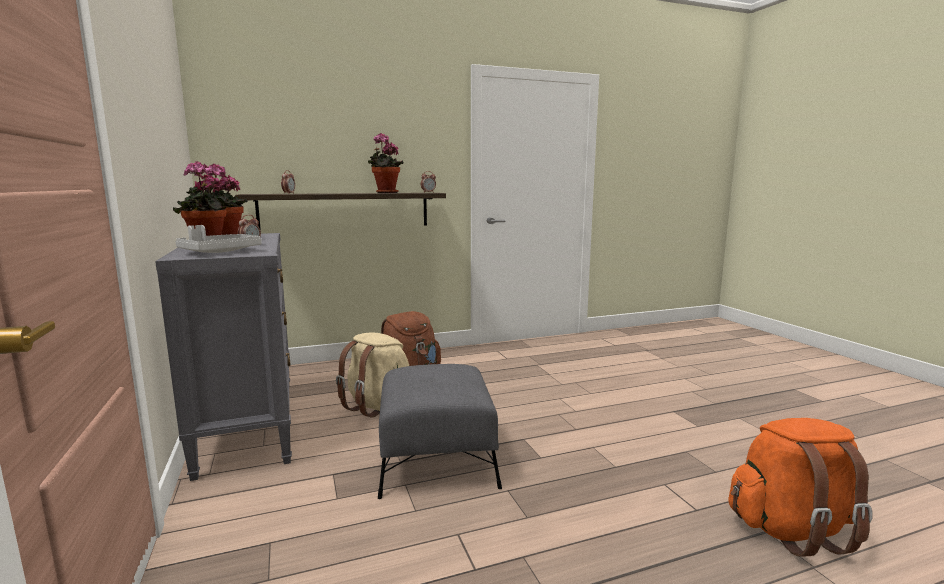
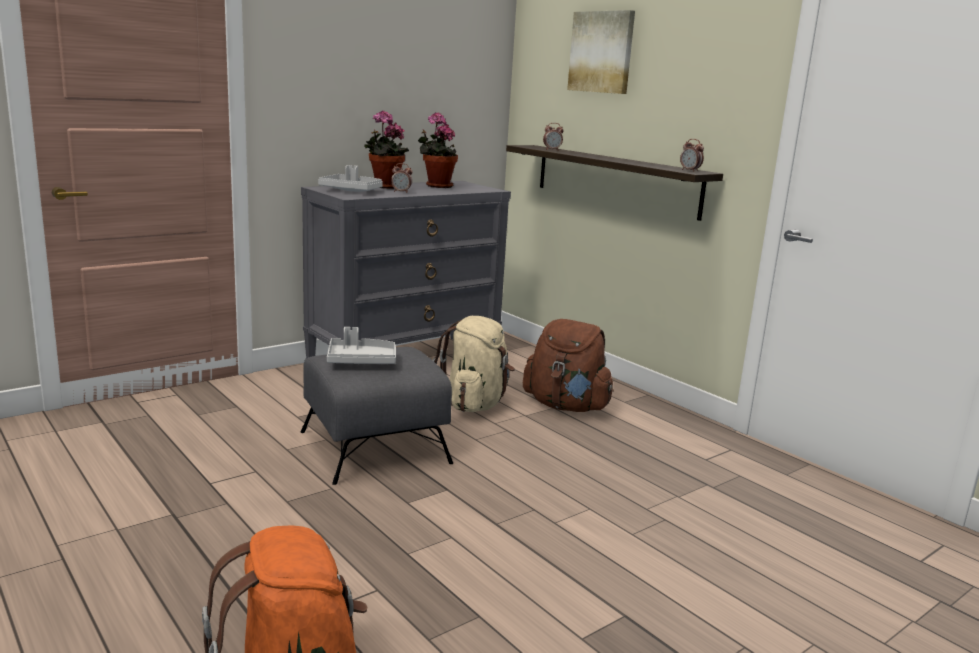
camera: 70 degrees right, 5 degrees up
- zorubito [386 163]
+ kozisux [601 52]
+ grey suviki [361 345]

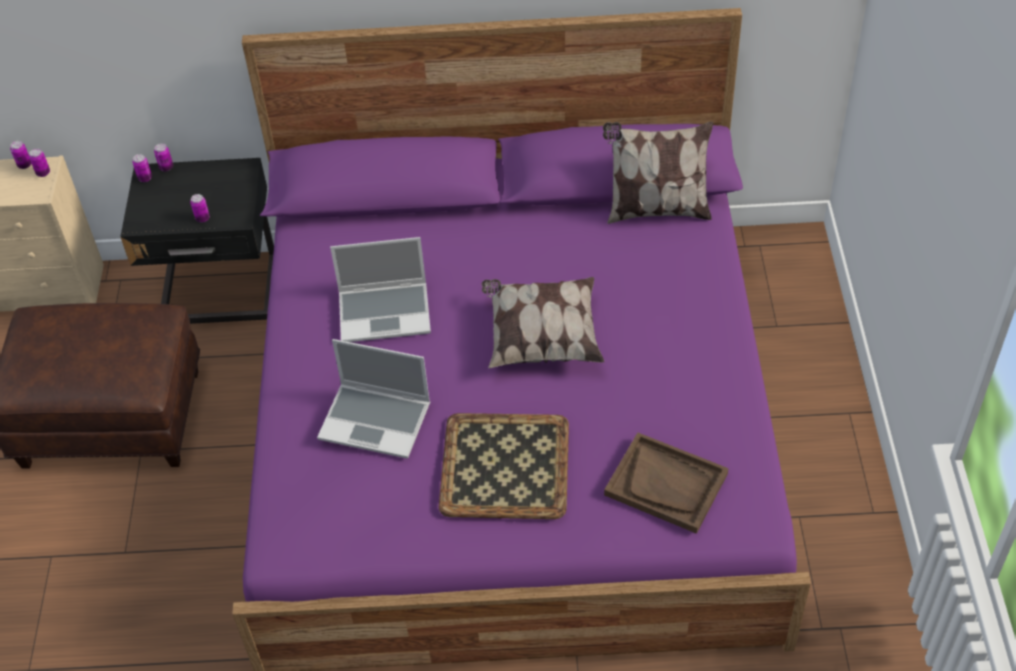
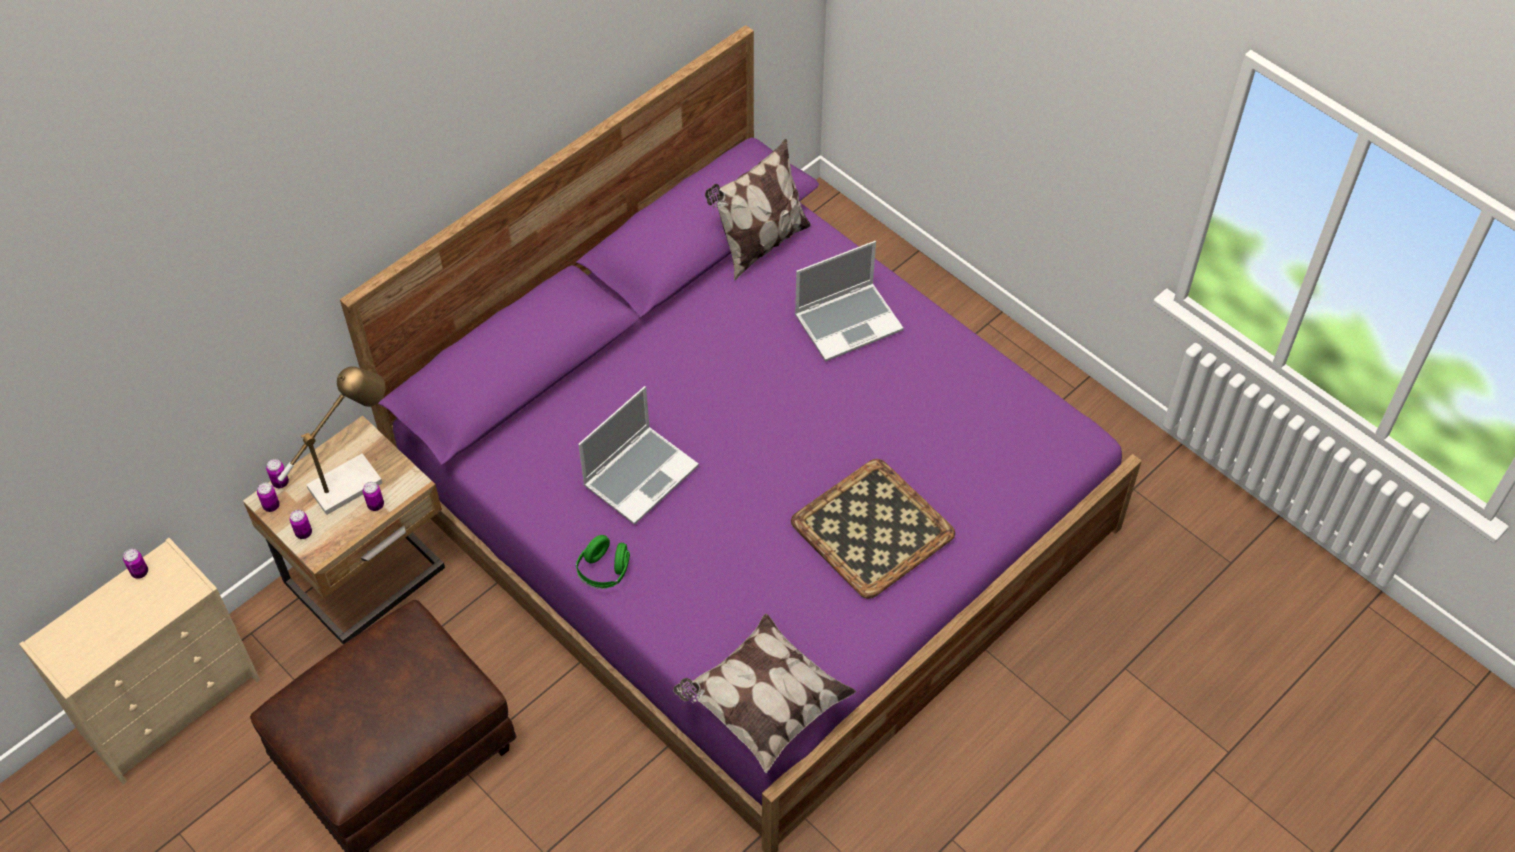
camera: 45 degrees left, 5 degrees up
~ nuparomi [39 163] to [301 524]
~ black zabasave [197 241] to beige zabasave [344 529]
~ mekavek [543 322] to [764 693]
~ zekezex [373 399] to [849 301]
- brown suviki [666 483]
+ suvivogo [332 440]
+ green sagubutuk [603 562]

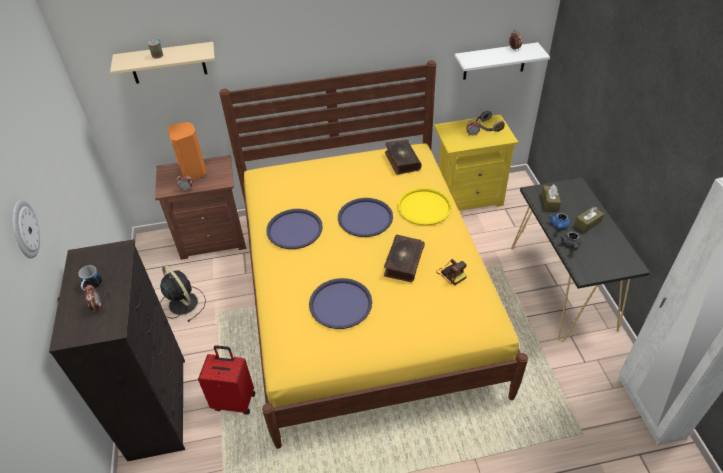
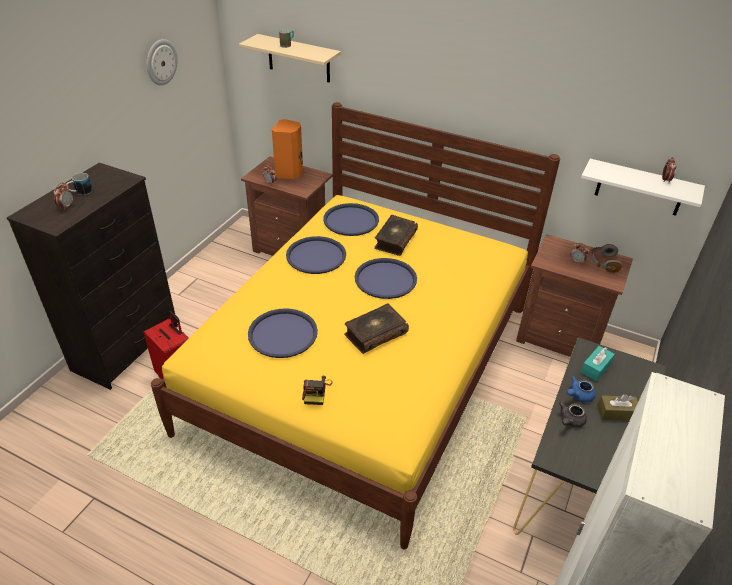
camera: 35 degrees right, 5 degrees down
~ yellow zabasave [476 162] to brown zabasave [574 295]
~ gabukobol [403 157] to [396 235]
~ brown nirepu [551 197] to turquoise nirepu [598 363]
- yellow suviki [424 206]
~ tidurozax [26 229] to [162 62]
~ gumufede [451 272] to [317 390]
- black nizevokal [183 293]
+ blue suviki [351 219]

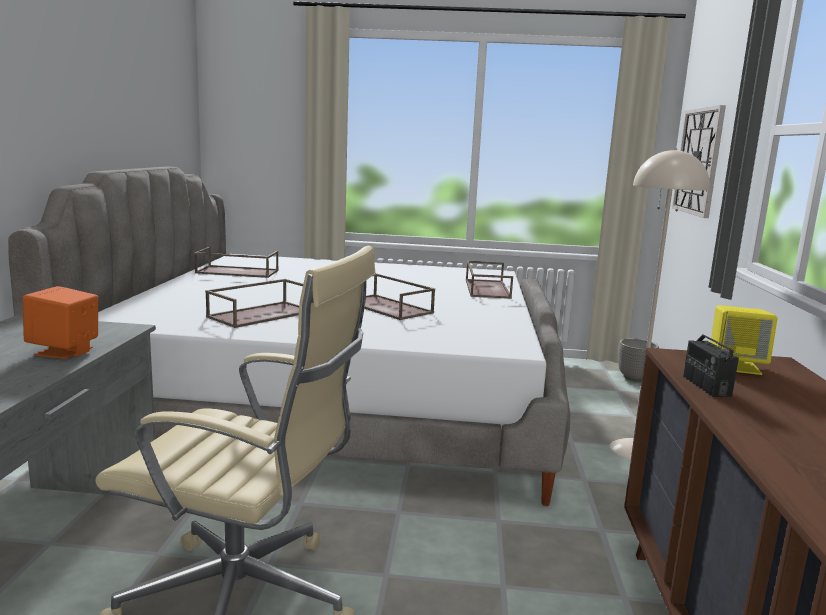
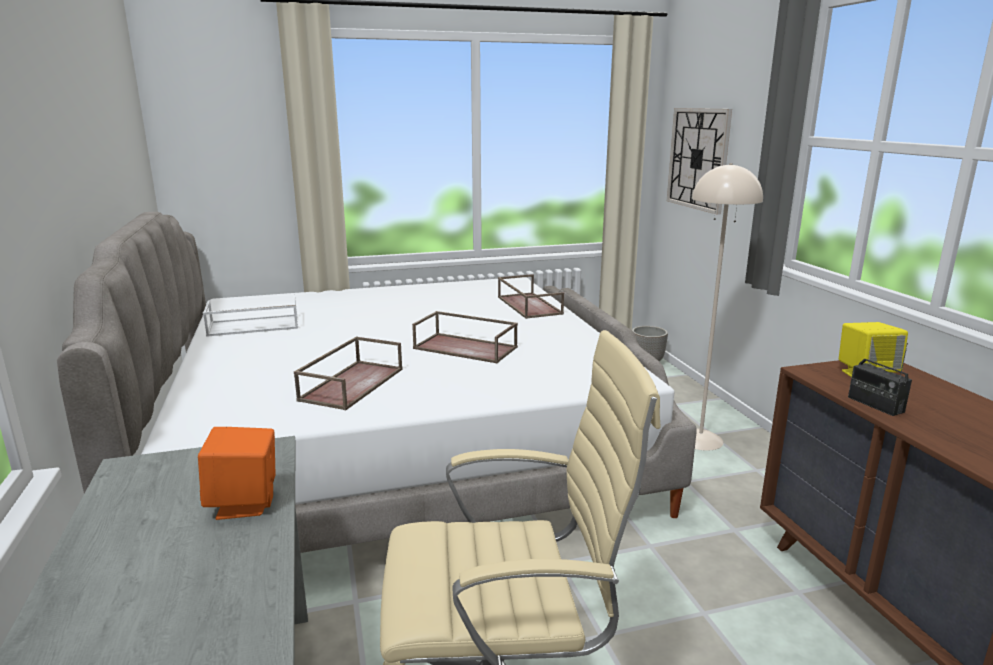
camera: 20 degrees left, 5 degrees up
~ brown suviki [236 262] to white suviki [250 315]

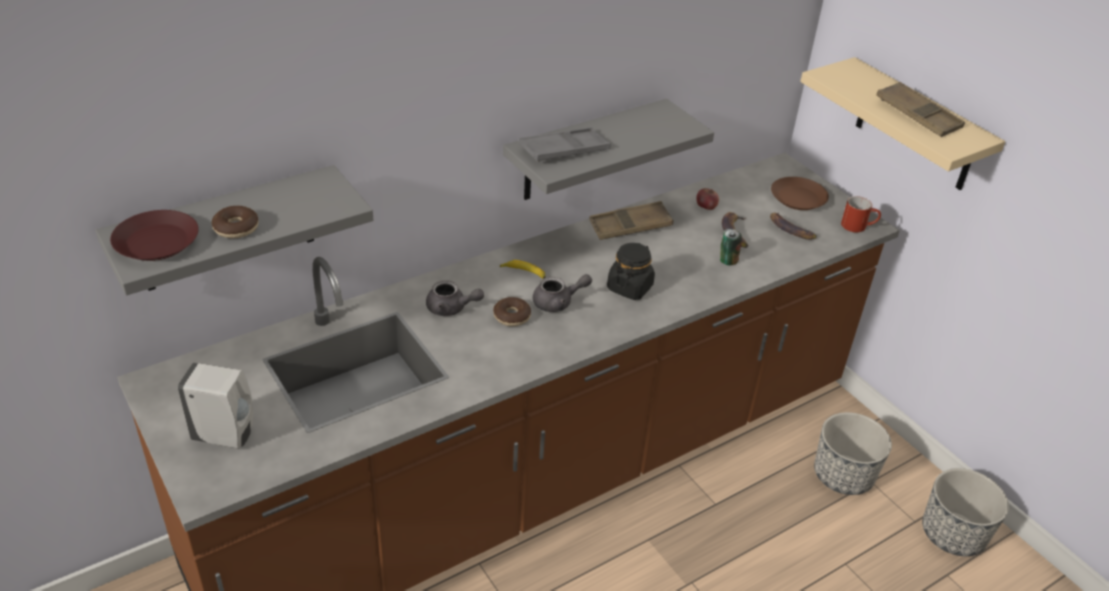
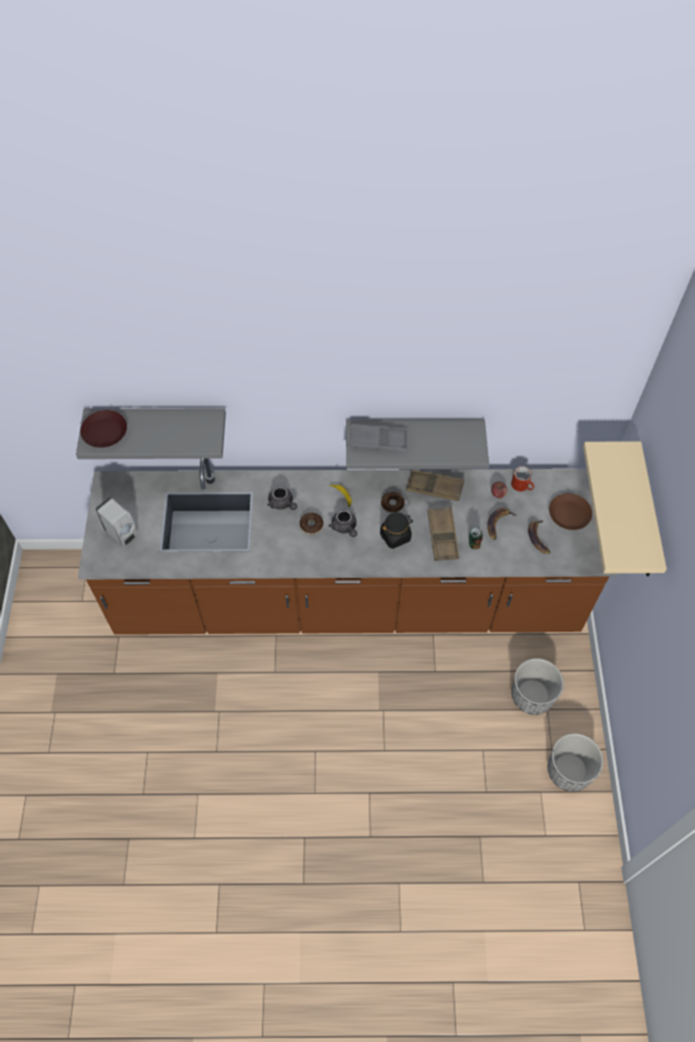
camera: 35 degrees right, 20 degrees up
~ brown suviki [920 109] to [443 534]
~ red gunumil [861 214] to [522 478]
~ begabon [235 222] to [393 502]
~ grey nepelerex [562 293] = [343 523] 45 degrees clockwise

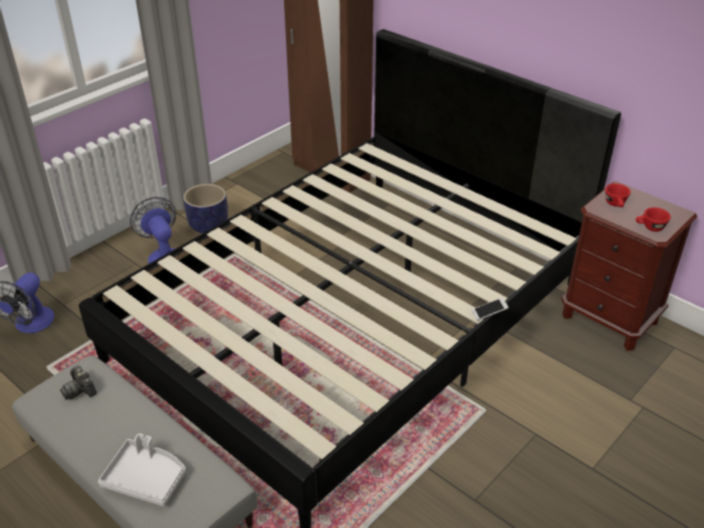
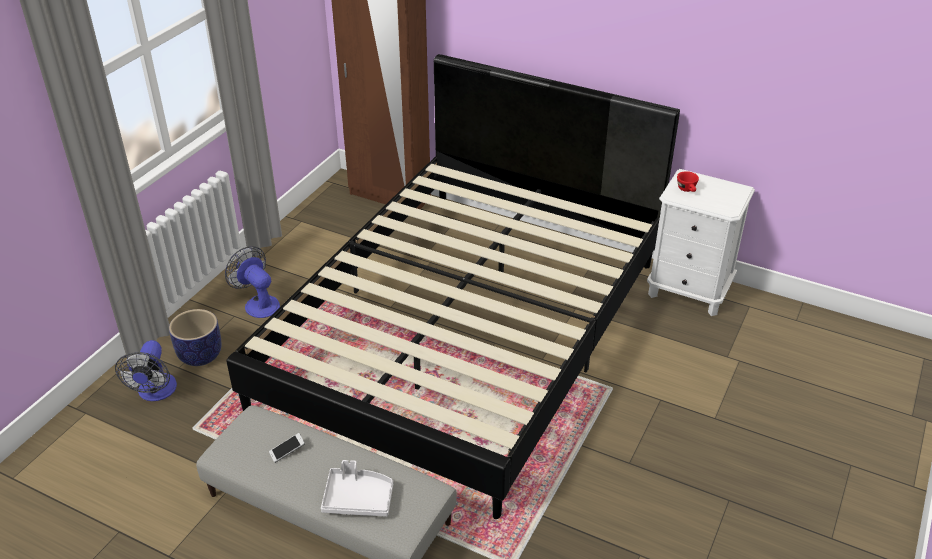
camera: 15 degrees left, 0 degrees up
~ brown zabasave [629 266] to white zabasave [701 242]
~ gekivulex [205 209] to [195 337]
- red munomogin [653 219]
~ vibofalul [490 309] to [287 448]
- gumufede [78 382]

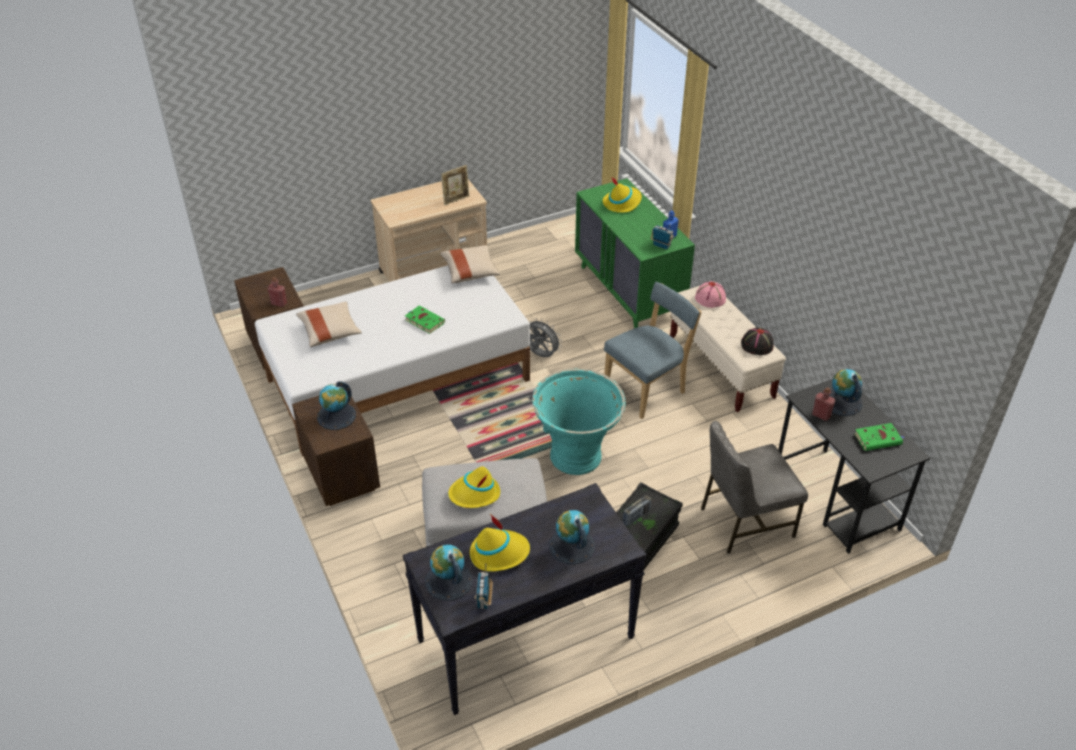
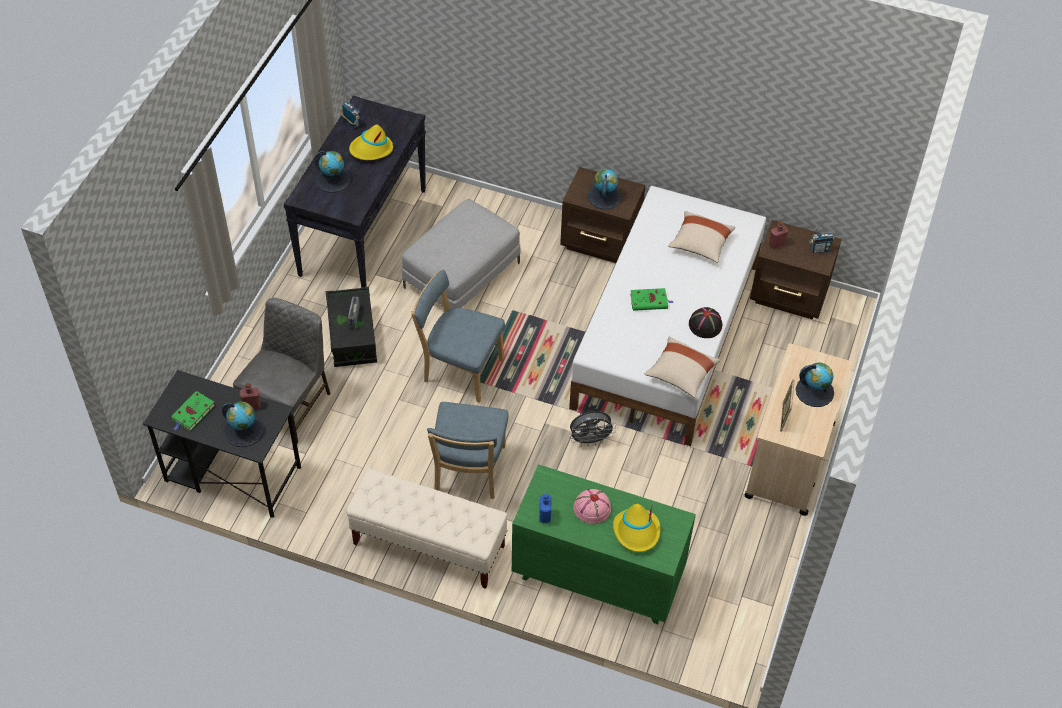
camera: 135 degrees right, 10 degrees up
~ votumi [662 236] to [821 241]
~ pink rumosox [710 294] to [592 506]
~ black rumosox [757 341] to [705 322]
~ turquoise gekivulex [579 421] to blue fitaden [458 336]
- yellow rumosox [474 487]
~ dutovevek [448 573] to [815 385]

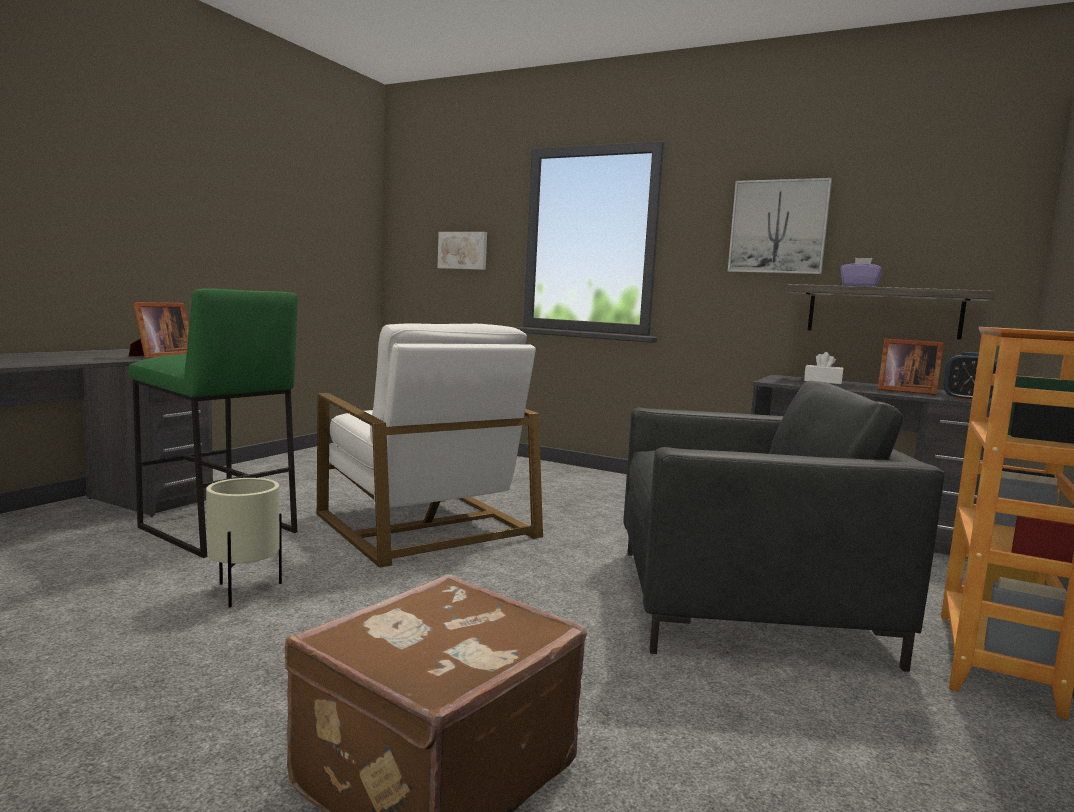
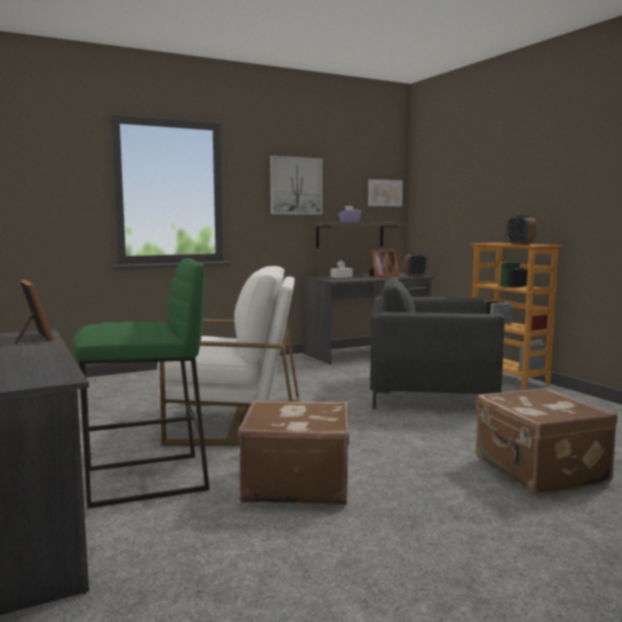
camera: 55 degrees left, 0 degrees up
~ kozisux [462 251] to [385 193]
~ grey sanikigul [784 526] = [437 343] 120 degrees counterclockwise
~ beige gekivulex [244 542] to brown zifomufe [293 452]
+ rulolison [521 230]

